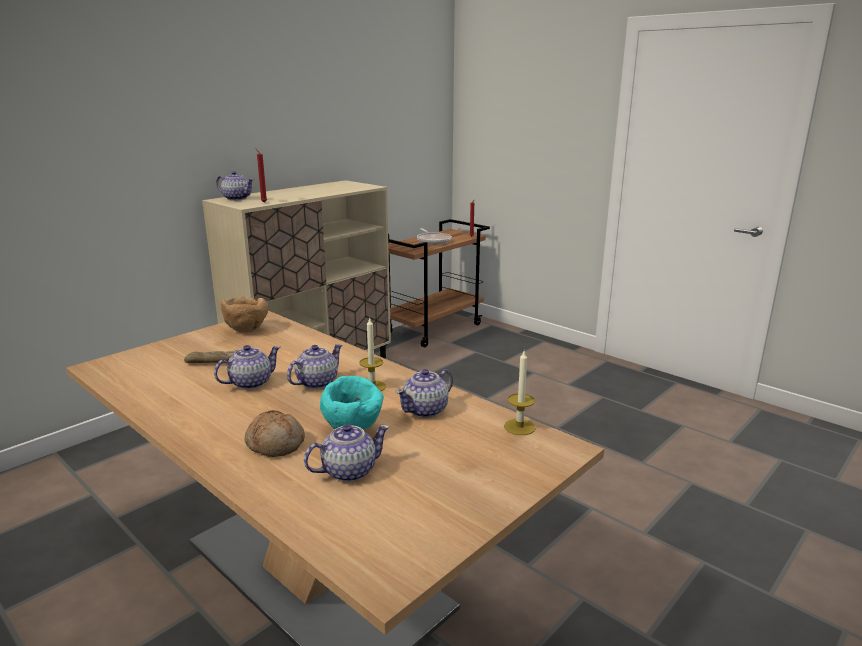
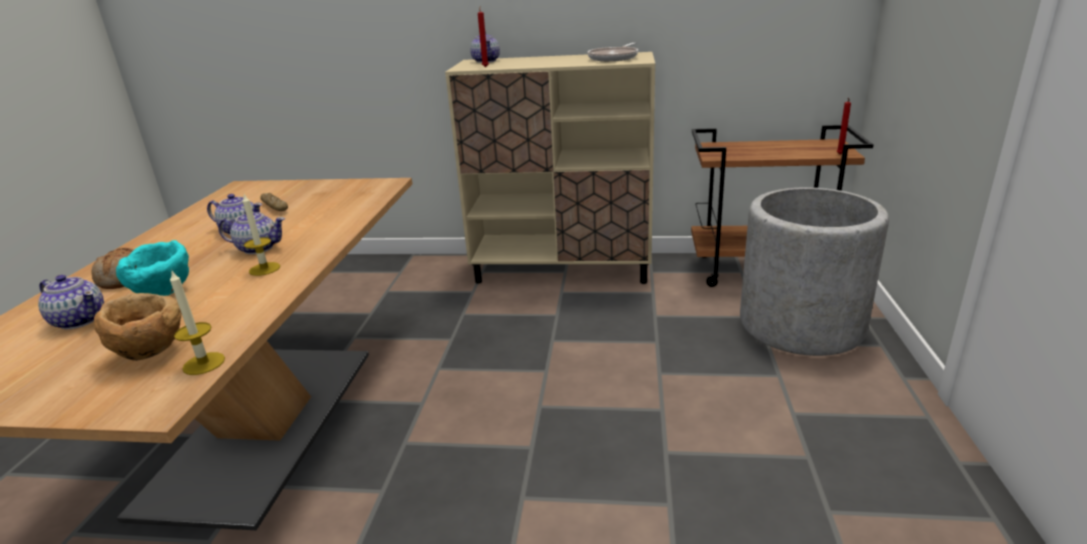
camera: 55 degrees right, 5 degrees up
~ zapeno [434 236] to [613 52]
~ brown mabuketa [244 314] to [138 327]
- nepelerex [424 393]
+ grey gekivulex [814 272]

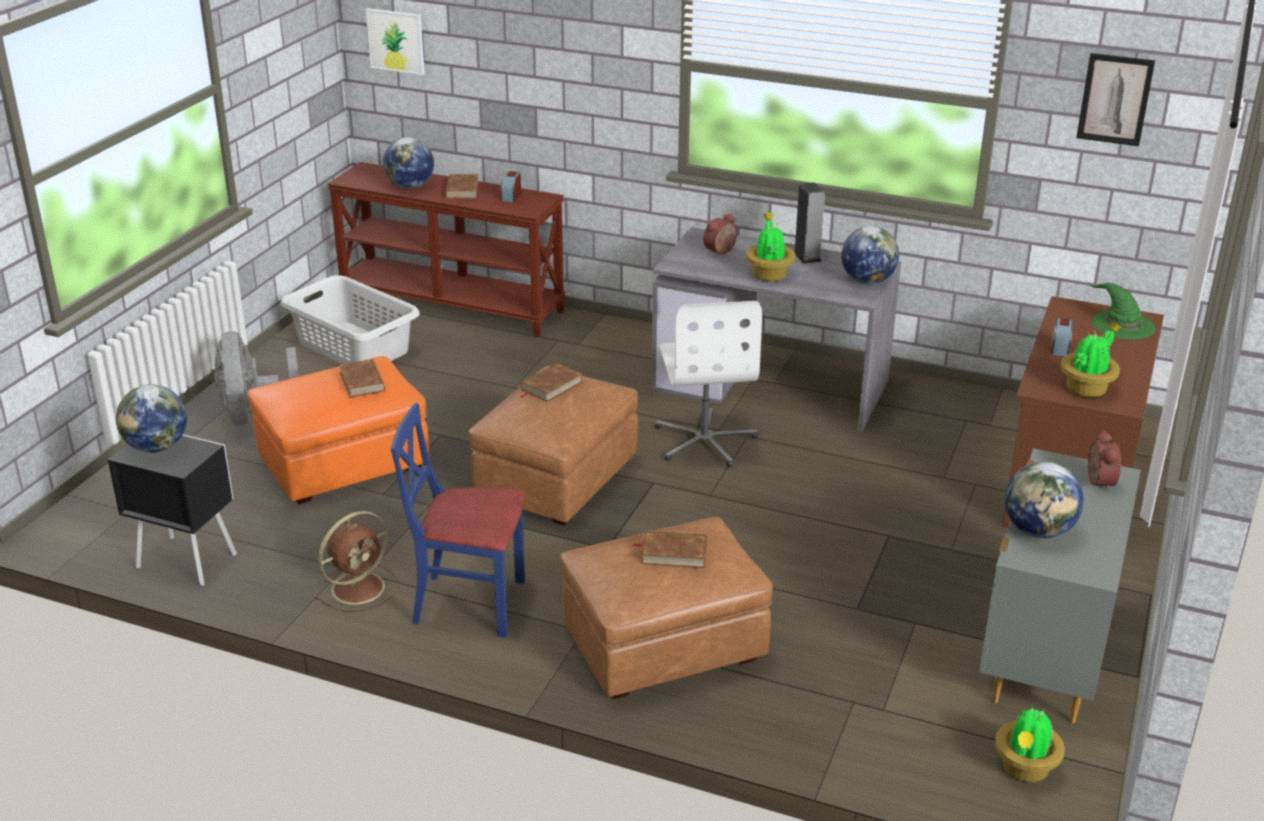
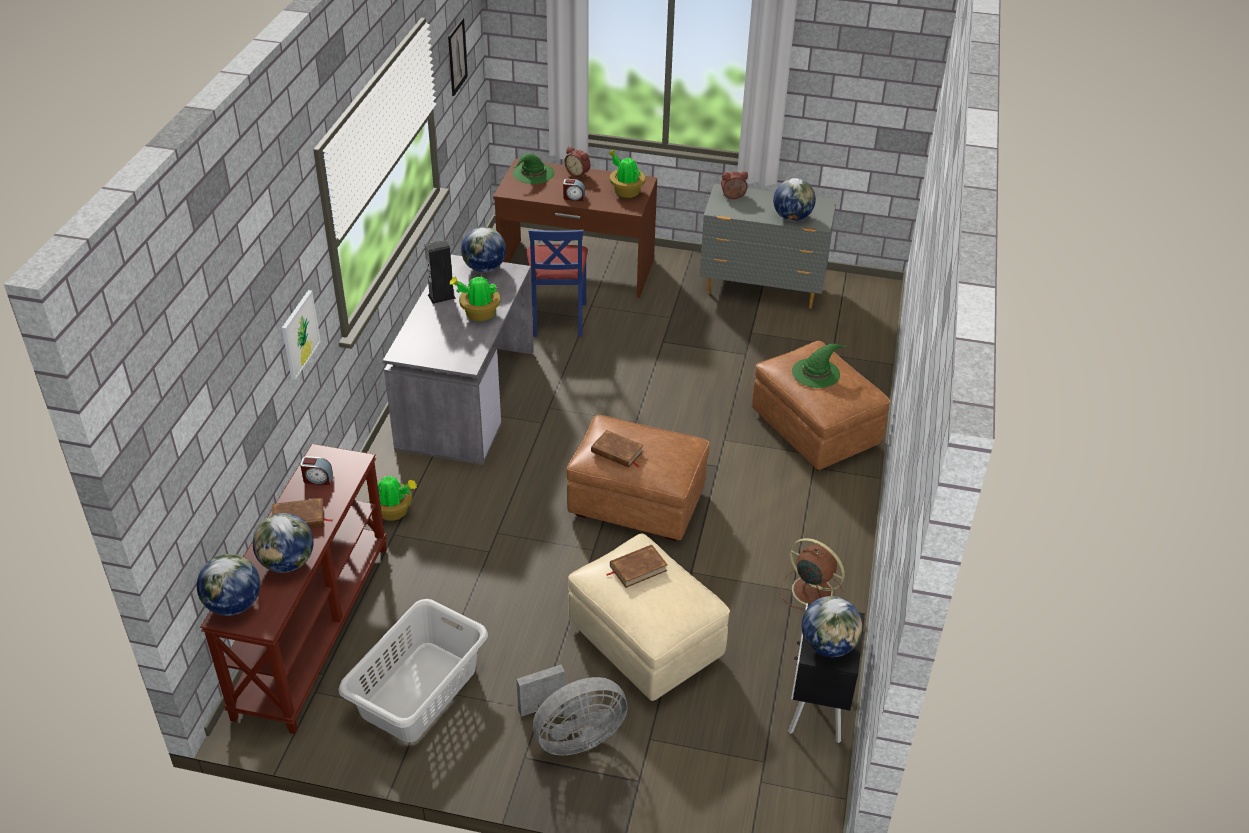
camera: 100 degrees left, 10 degrees up
~ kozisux [395 41] to [301 335]
~ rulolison [720 234] to [577 162]
- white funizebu [708 384]
~ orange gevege [339 430] to beige gevege [649 617]
~ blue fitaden [458 520] to [557 283]
~ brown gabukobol [670 549] to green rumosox [819 366]
~ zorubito [1030 745] to [393 498]
+ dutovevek [228 585]

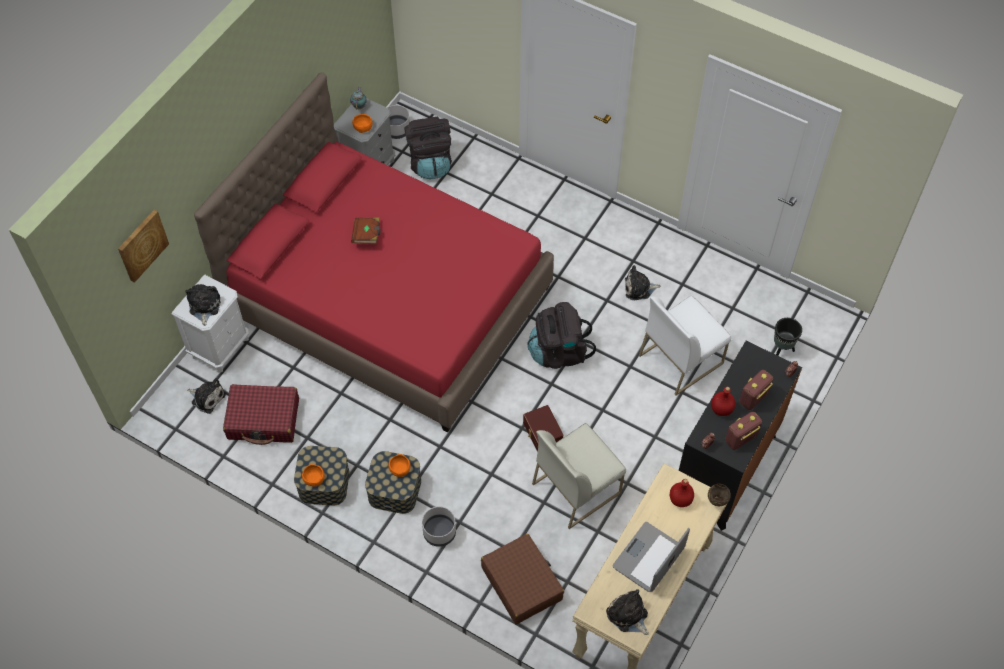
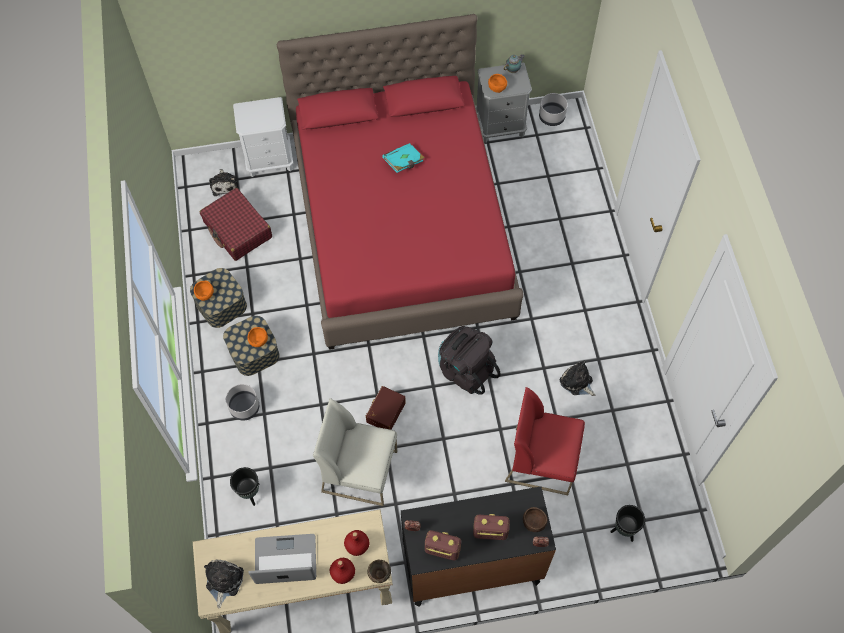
camera: 50 degrees right, 5 degrees up
- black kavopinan [428 148]
- kozisux [143 246]
~ brown gabukobol [366 230] to turquoise gabukobol [403 158]
- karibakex [203 305]
~ white fitaden [685 346] to red fitaden [545 441]
~ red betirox [723 401] to [342 571]
~ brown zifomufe [522 579] to black gekivulex [244 486]
+ brown mabuketa [535 519]

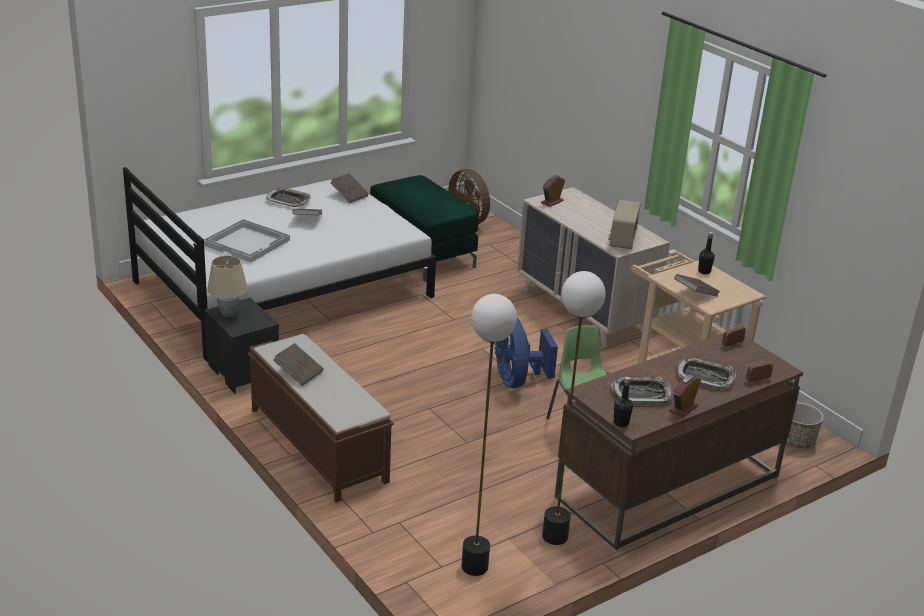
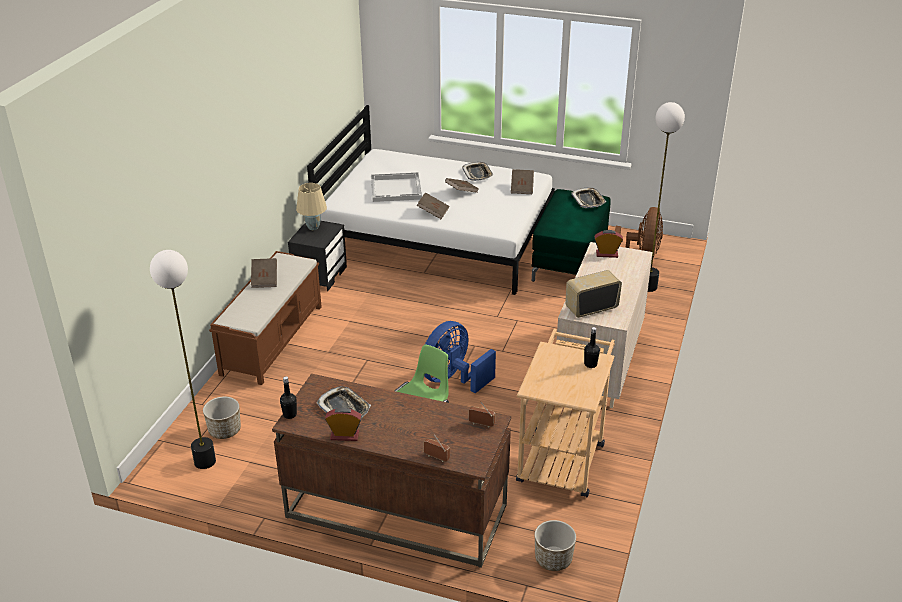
camera: 55 degrees right, 5 degrees up
~ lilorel [574 408] to [666 197]
~ brown gabukobol [696 285] to [433 205]
~ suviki [706 373] to [589 197]
+ gekivulex [222 418]

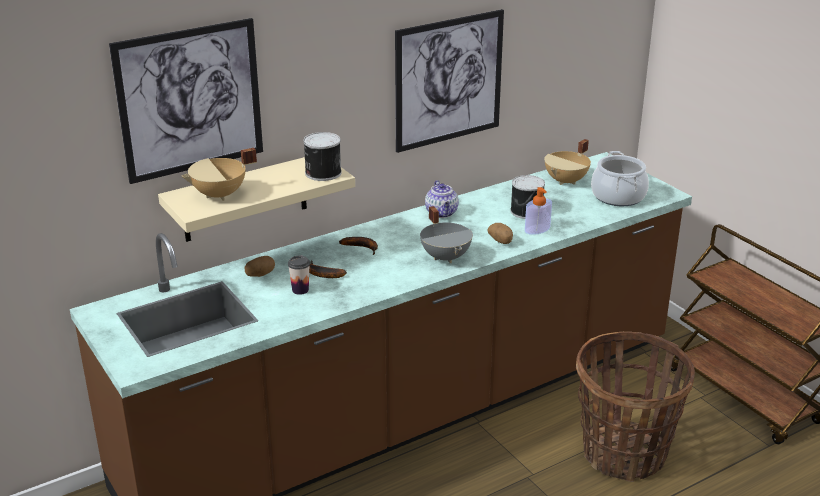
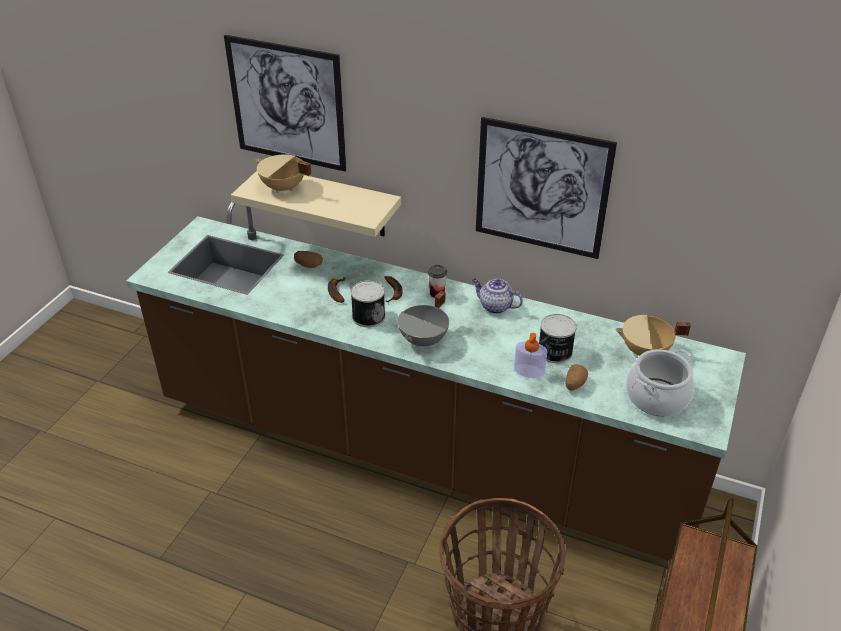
camera: 55 degrees right, 10 degrees up
~ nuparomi [322 156] to [368 303]
~ nepelerex [442 199] = [497 296] 75 degrees clockwise
~ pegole [500 233] to [576 377]
~ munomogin [299 275] to [437 281]

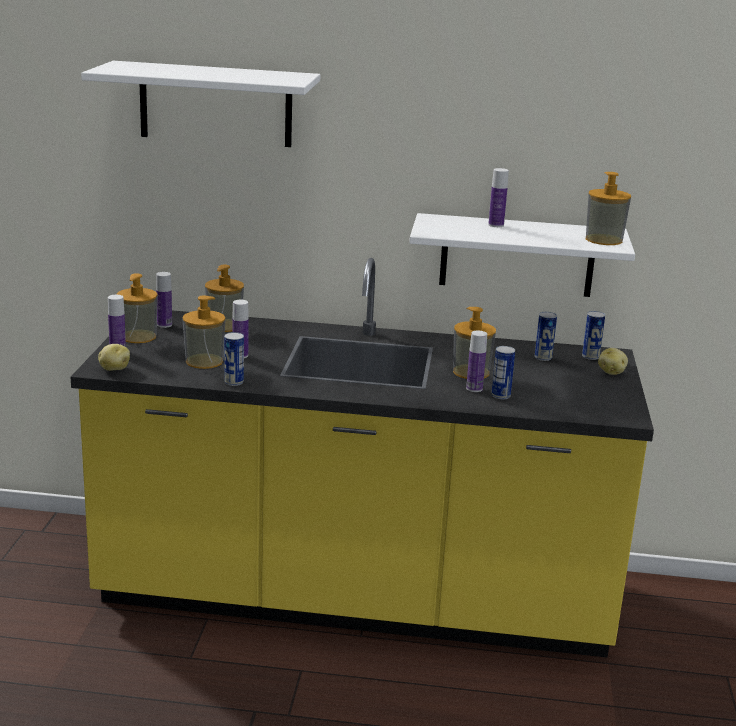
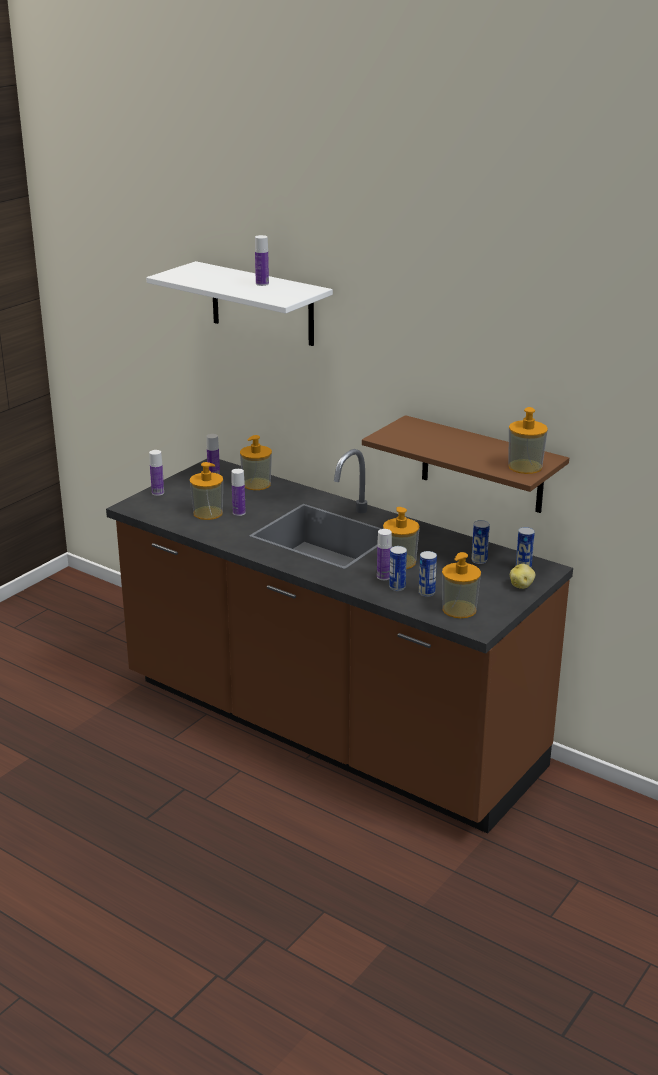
camera: 30 degrees right, 5 degrees up
~ betirox [498 197] to [262 260]
~ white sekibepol [522 255] to brown sekibepol [465 464]
~ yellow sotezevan [362 458] to brown sotezevan [339 641]
~ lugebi [137 308] to [461 585]
~ nuparomi [234 359] to [428 574]
- pegole [114 357]

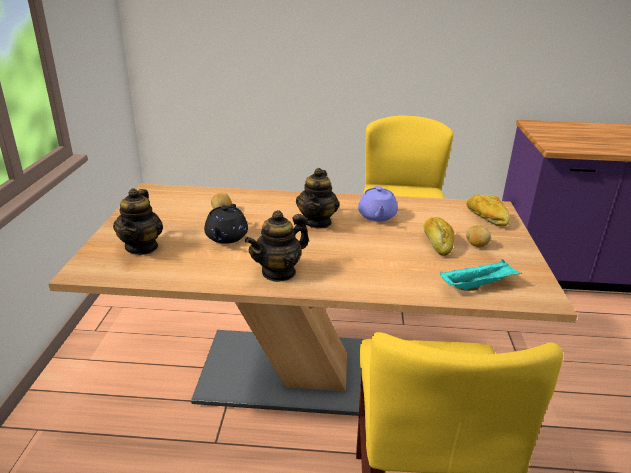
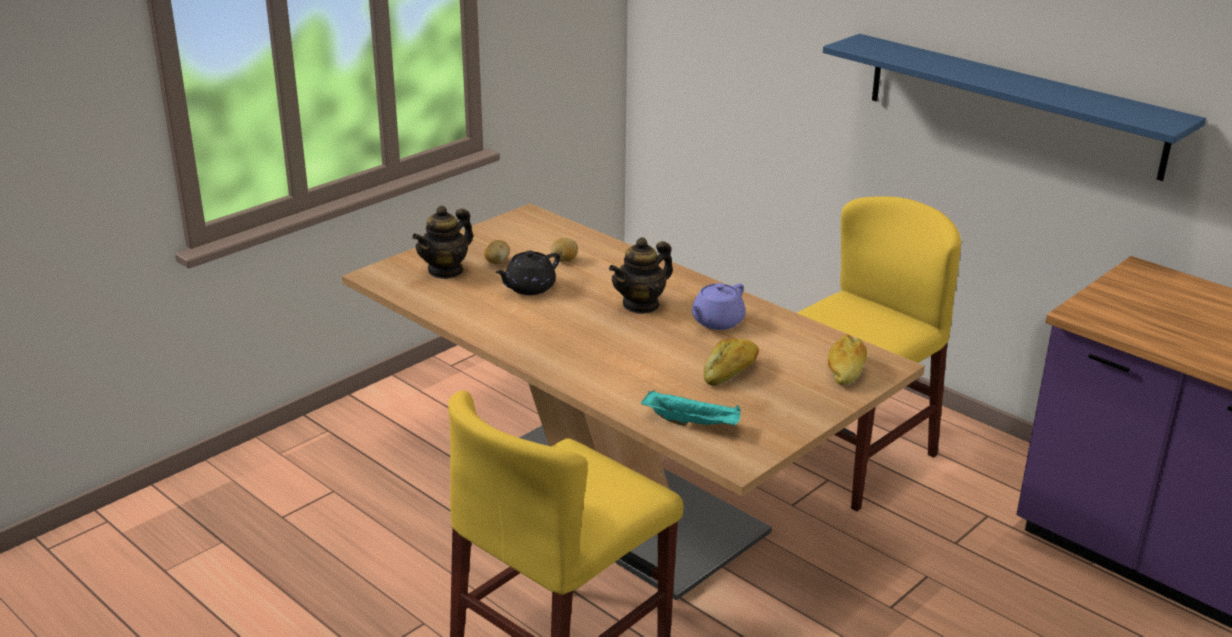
camera: 40 degrees right, 0 degrees up
- nepelerex [277 246]
~ pegole [478 236] to [497 252]
+ blue sekibepol [1014 107]

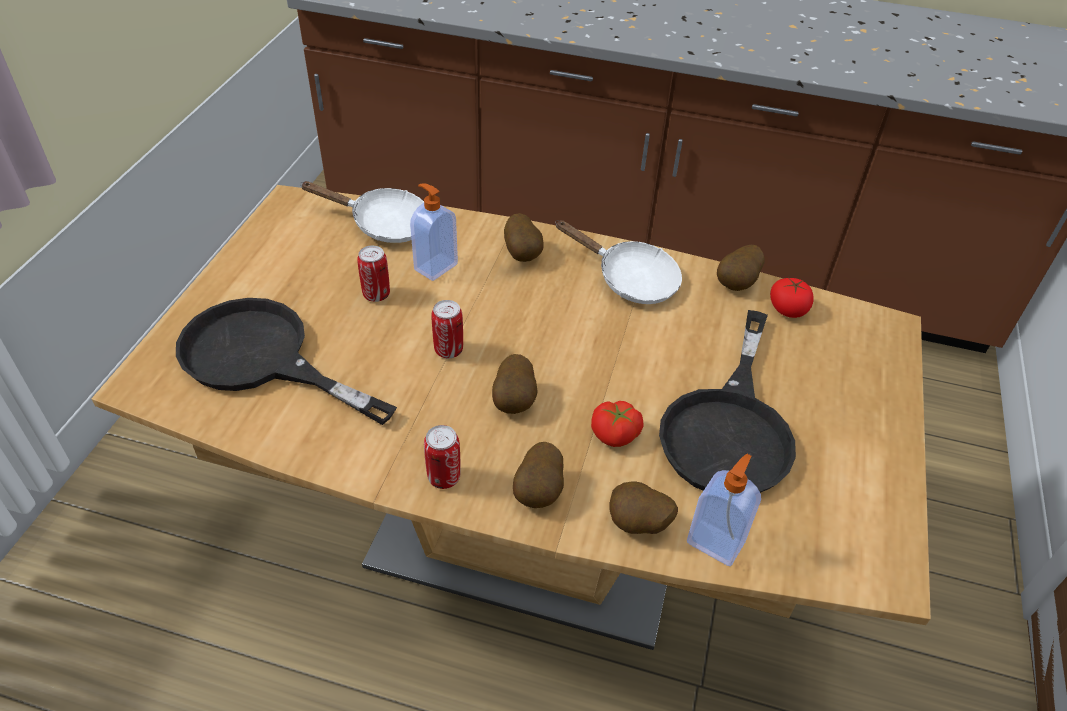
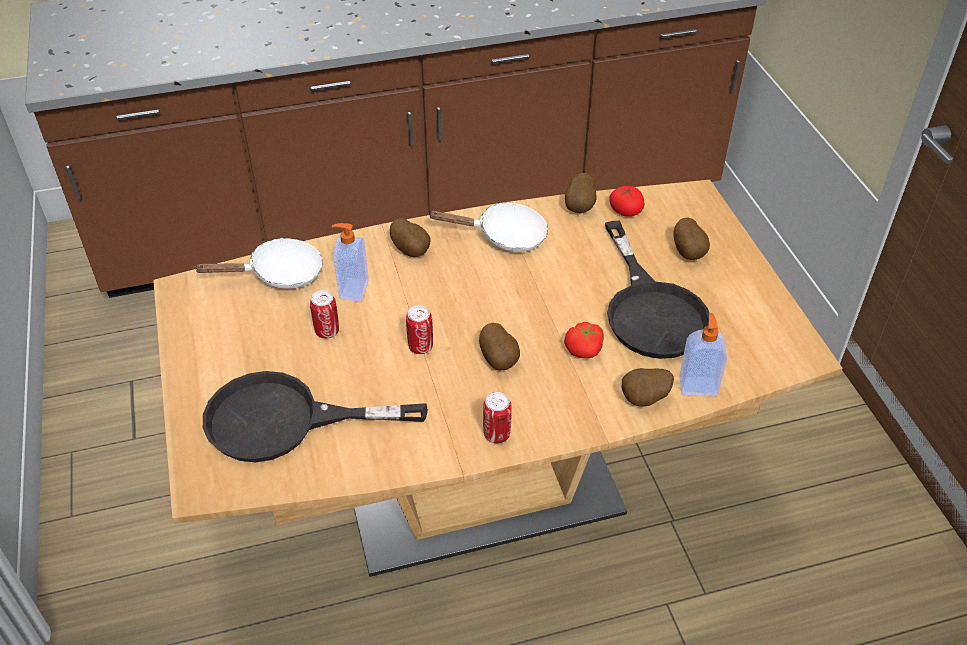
camera: 30 degrees left, 0 degrees up
~ pegole [538 475] to [691 238]

